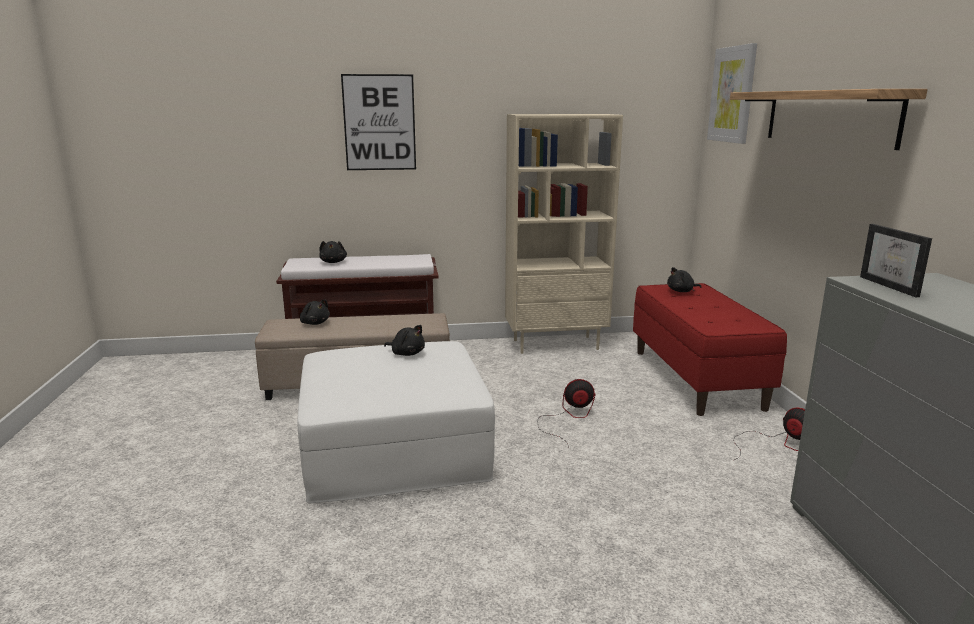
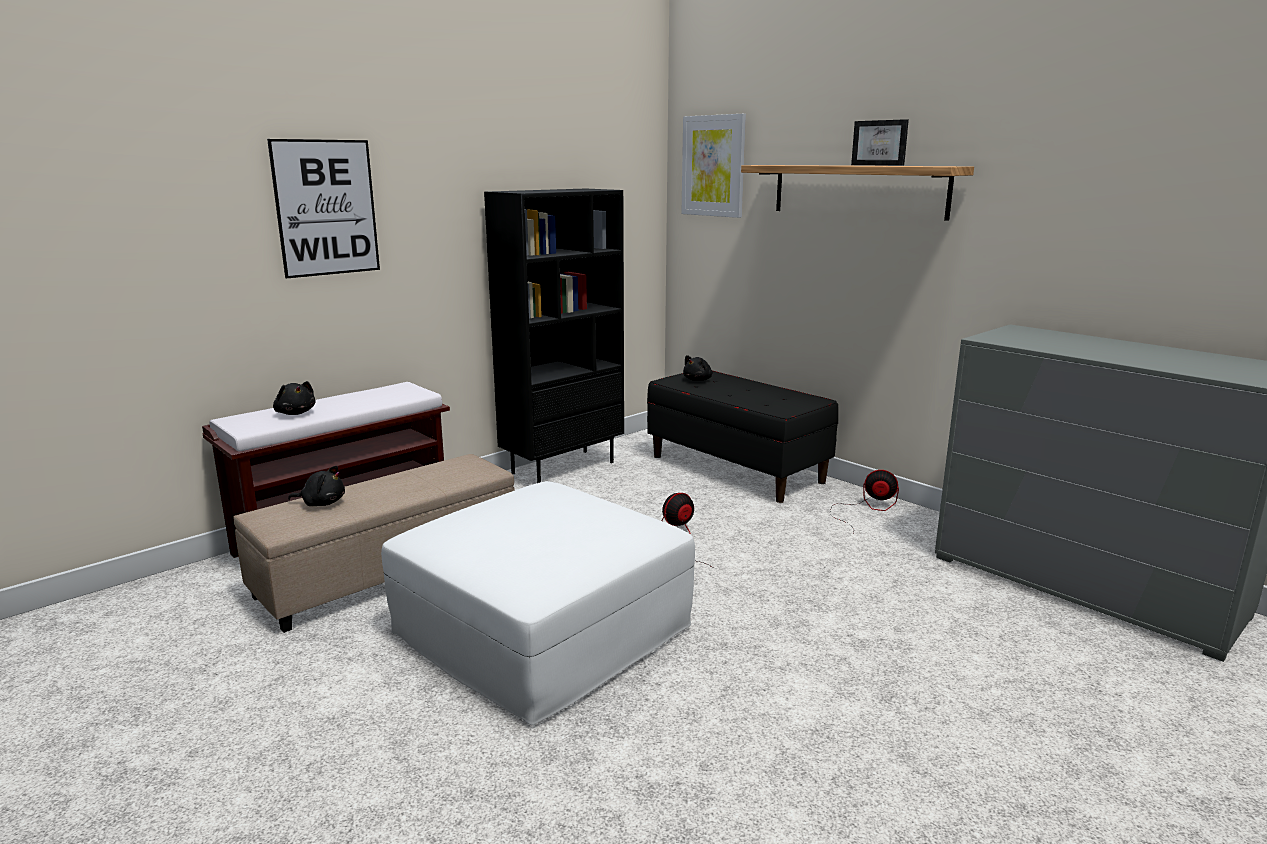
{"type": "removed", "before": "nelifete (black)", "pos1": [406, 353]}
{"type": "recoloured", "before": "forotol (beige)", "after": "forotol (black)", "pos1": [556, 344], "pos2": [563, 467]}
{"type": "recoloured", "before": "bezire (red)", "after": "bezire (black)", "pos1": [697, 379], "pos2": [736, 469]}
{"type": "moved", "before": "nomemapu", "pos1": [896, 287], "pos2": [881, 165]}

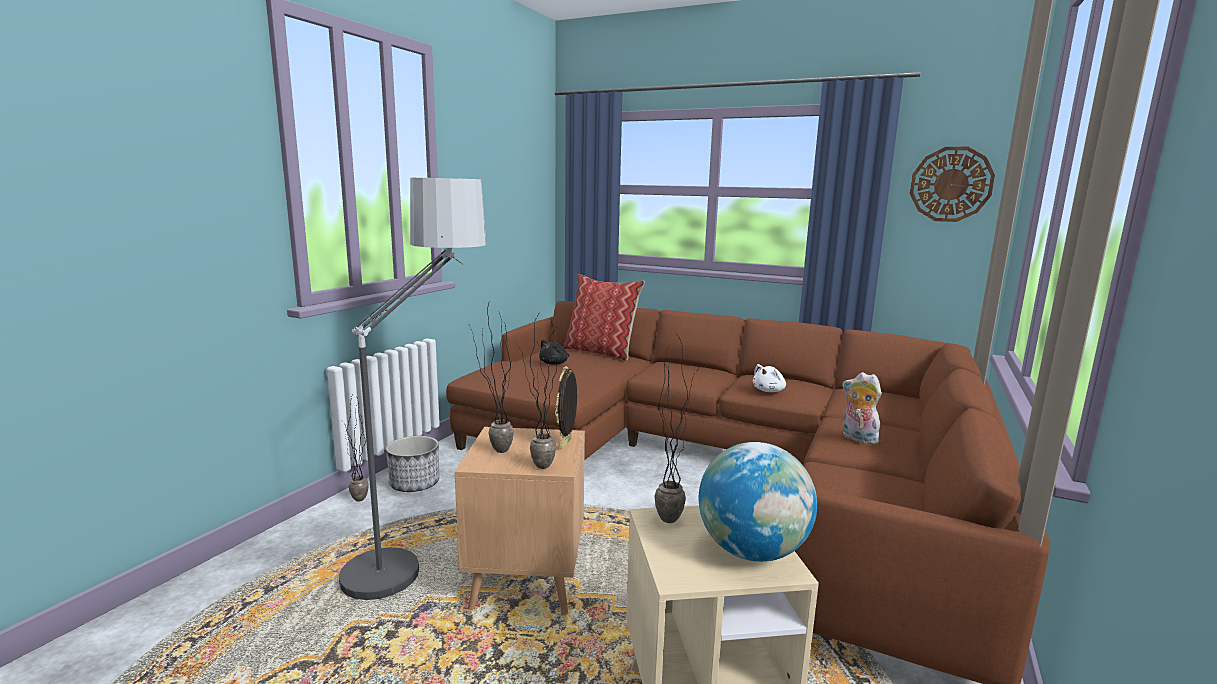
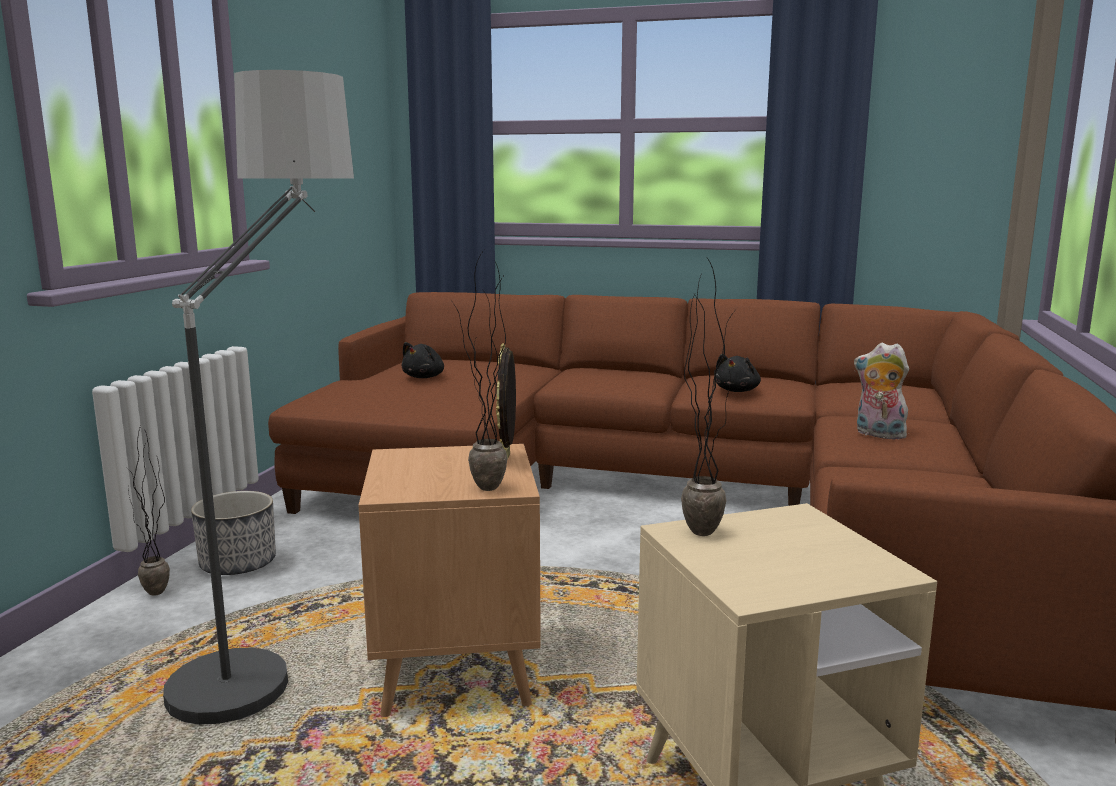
{"type": "removed", "before": "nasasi", "pos1": [494, 450]}
{"type": "removed", "before": "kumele", "pos1": [601, 352]}
{"type": "removed", "before": "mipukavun", "pos1": [752, 551]}
{"type": "recoloured", "before": "nelifete (white)", "after": "nelifete (black)", "pos1": [769, 391], "pos2": [737, 391]}
{"type": "removed", "before": "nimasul", "pos1": [951, 184]}

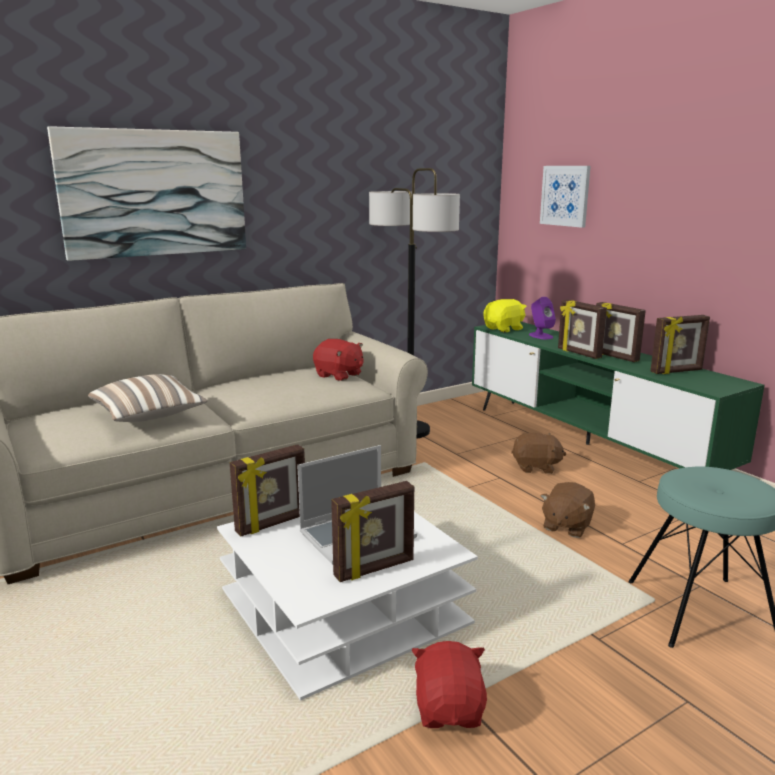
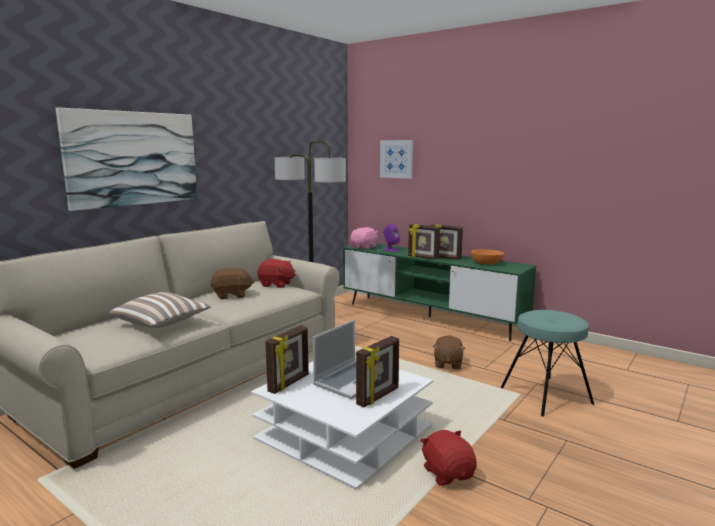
{"type": "recoloured", "before": "nelifete (yellow)", "after": "nelifete (pink)", "pos1": [504, 329], "pos2": [364, 247]}
{"type": "moved", "before": "nelifete (brown)", "pos1": [536, 467], "pos2": [232, 295]}
{"type": "replaced", "before": "nomemapu", "after": "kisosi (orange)", "pos1": [677, 371], "pos2": [486, 262]}

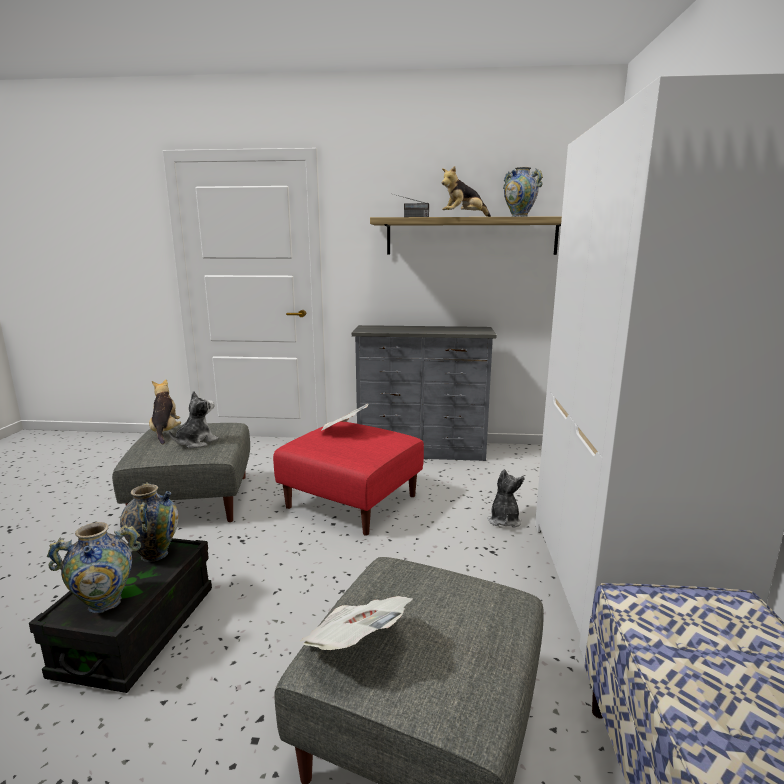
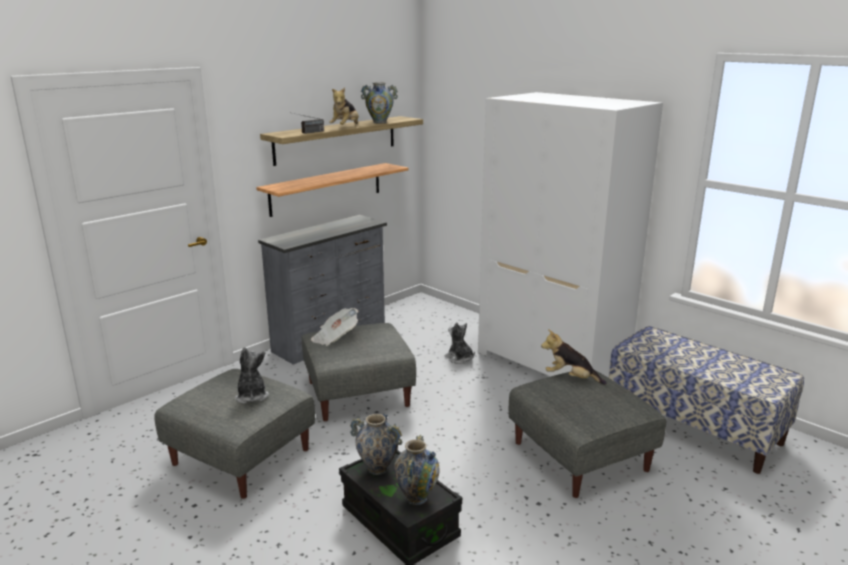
{"type": "moved", "before": "nelifete", "pos1": [165, 432], "pos2": [570, 378]}
{"type": "recoloured", "before": "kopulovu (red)", "after": "kopulovu (grey)", "pos1": [352, 501], "pos2": [358, 393]}
{"type": "removed", "before": "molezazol", "pos1": [356, 644]}
{"type": "added", "after": "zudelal", "pos2": [326, 189]}

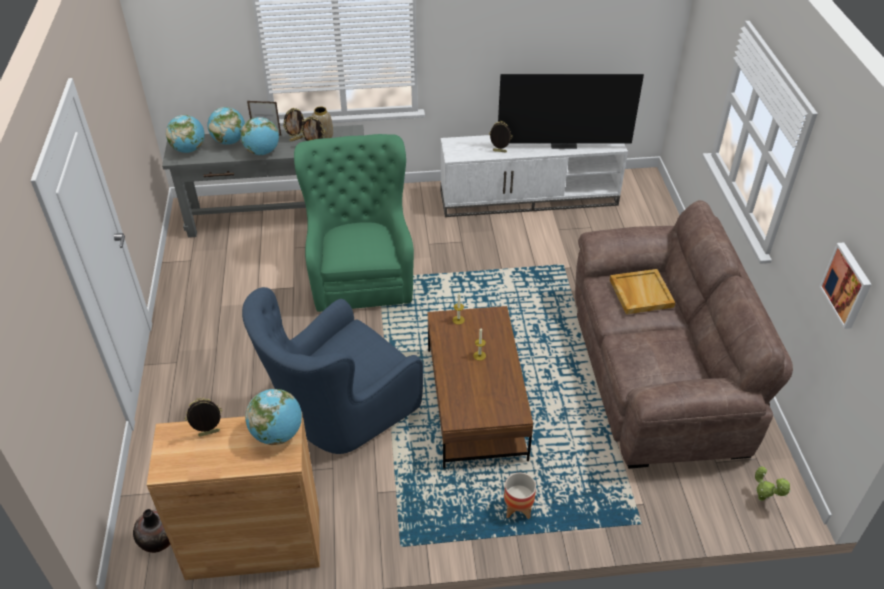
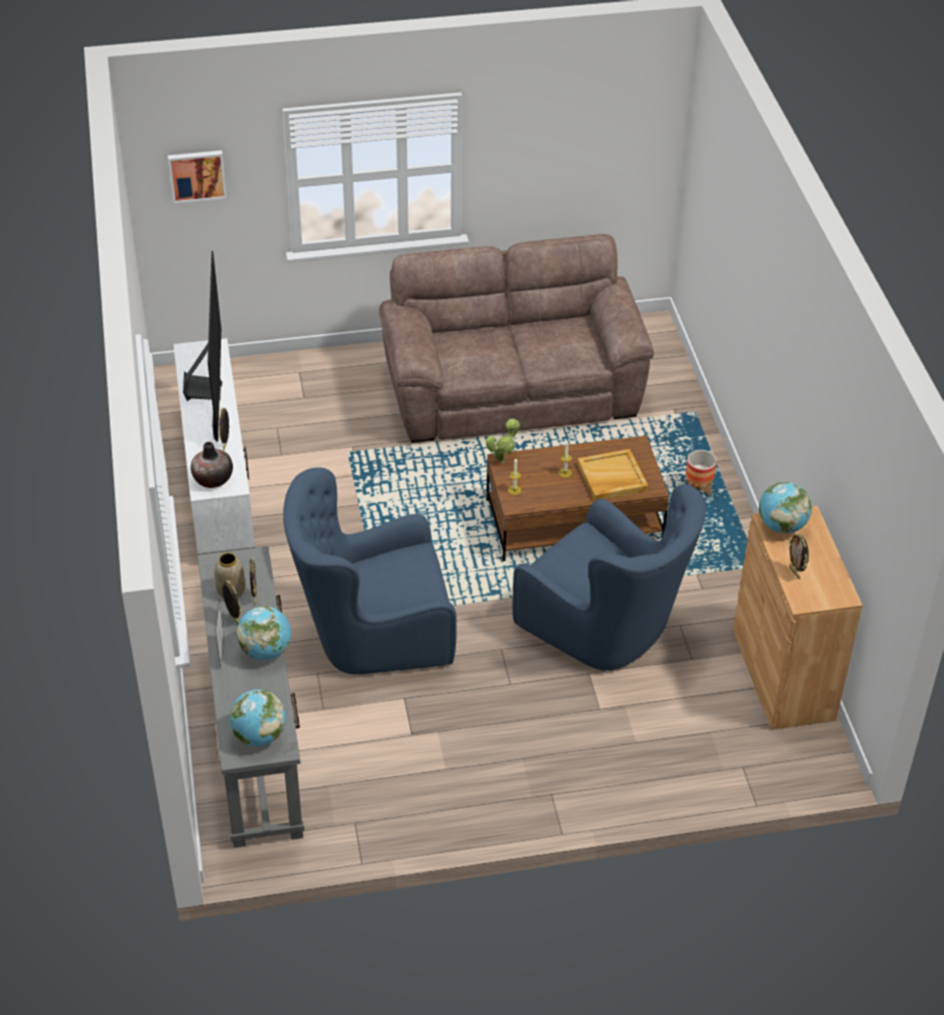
{"type": "moved", "before": "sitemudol", "pos1": [159, 539], "pos2": [213, 479]}
{"type": "removed", "before": "mipukavun", "pos1": [229, 141]}
{"type": "recoloured", "before": "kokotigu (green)", "after": "kokotigu (blue)", "pos1": [360, 272], "pos2": [371, 634]}
{"type": "moved", "before": "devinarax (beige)", "pos1": [640, 293], "pos2": [611, 478]}
{"type": "moved", "before": "nasasi", "pos1": [763, 500], "pos2": [503, 459]}
{"type": "moved", "before": "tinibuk", "pos1": [847, 285], "pos2": [197, 175]}

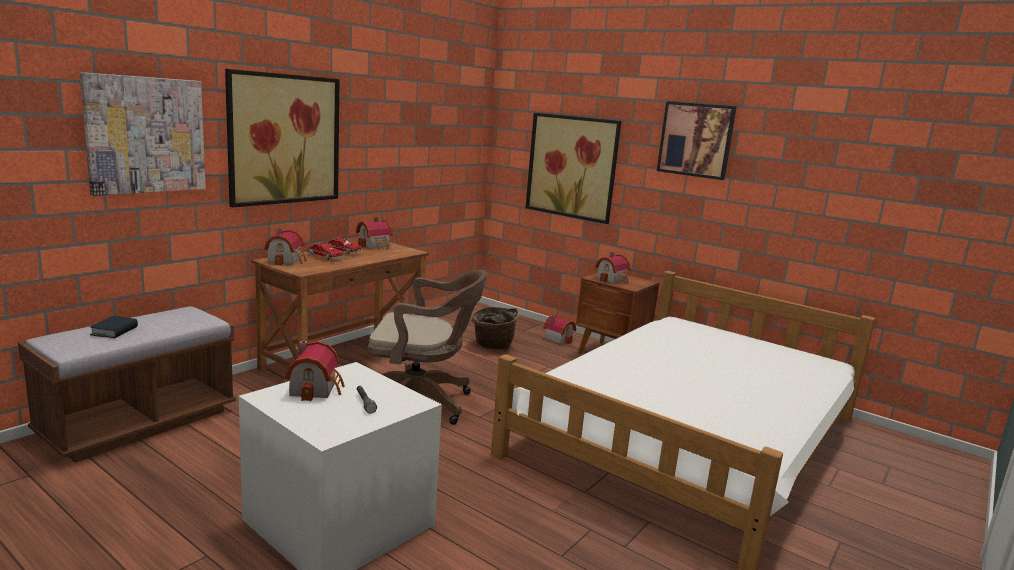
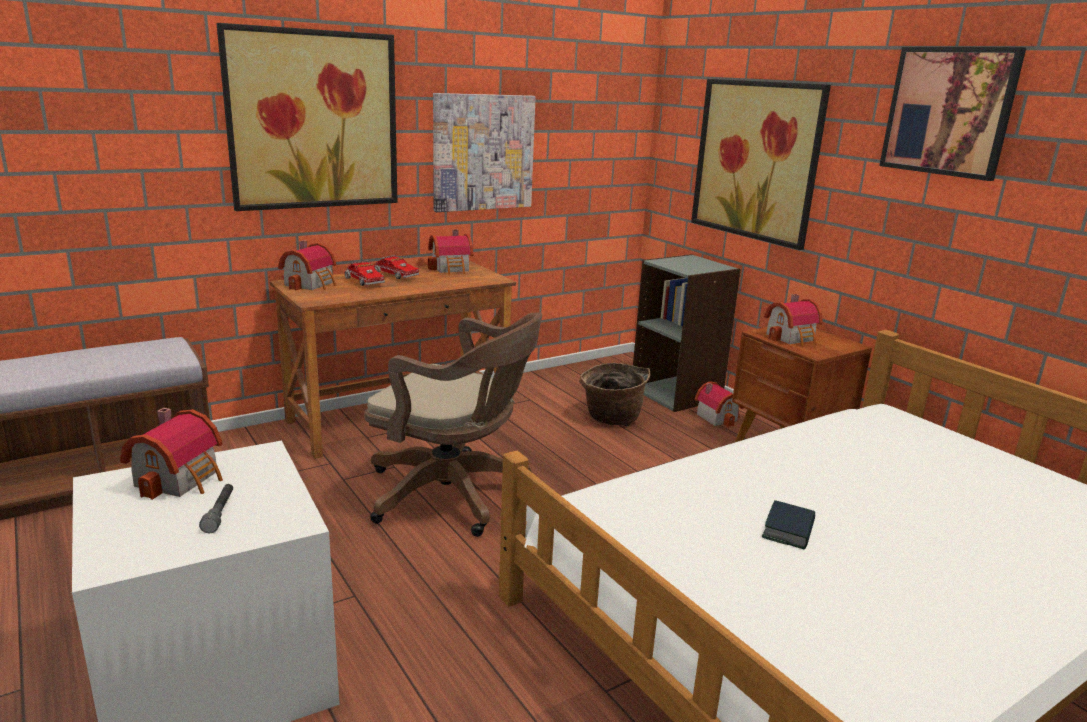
{"type": "moved", "before": "tinibuk", "pos1": [146, 135], "pos2": [483, 152]}
{"type": "moved", "before": "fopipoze", "pos1": [114, 331], "pos2": [788, 530]}
{"type": "added", "after": "forotol (grey)", "pos2": [677, 393]}

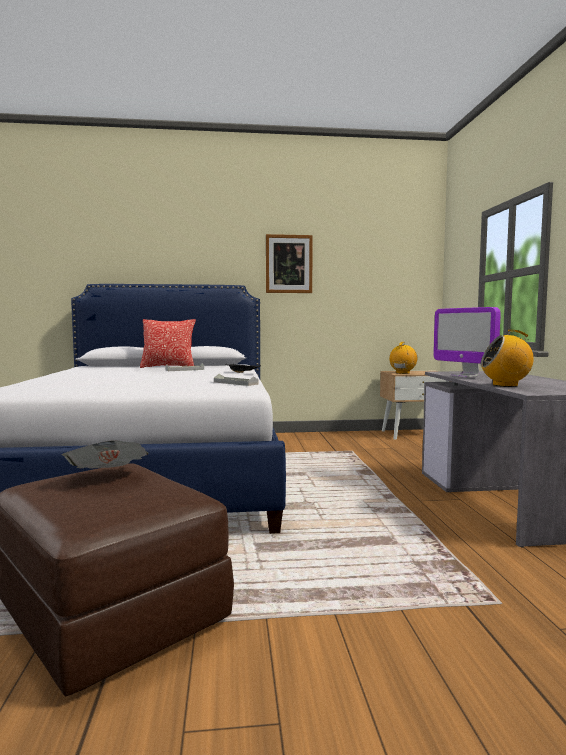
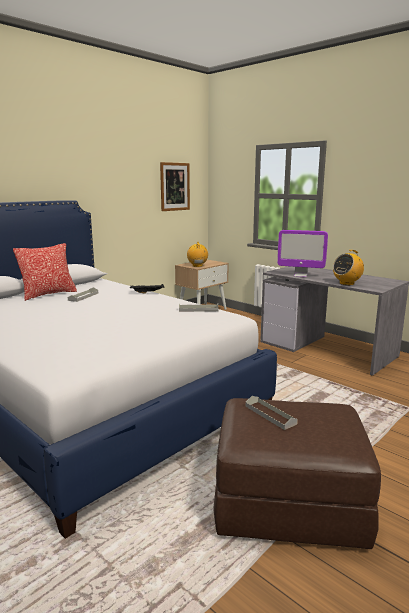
{"type": "replaced", "before": "molezazol", "after": "devinarax (grey)", "pos1": [108, 478], "pos2": [270, 415]}
{"type": "moved", "before": "tinibuk", "pos1": [289, 264], "pos2": [175, 186]}

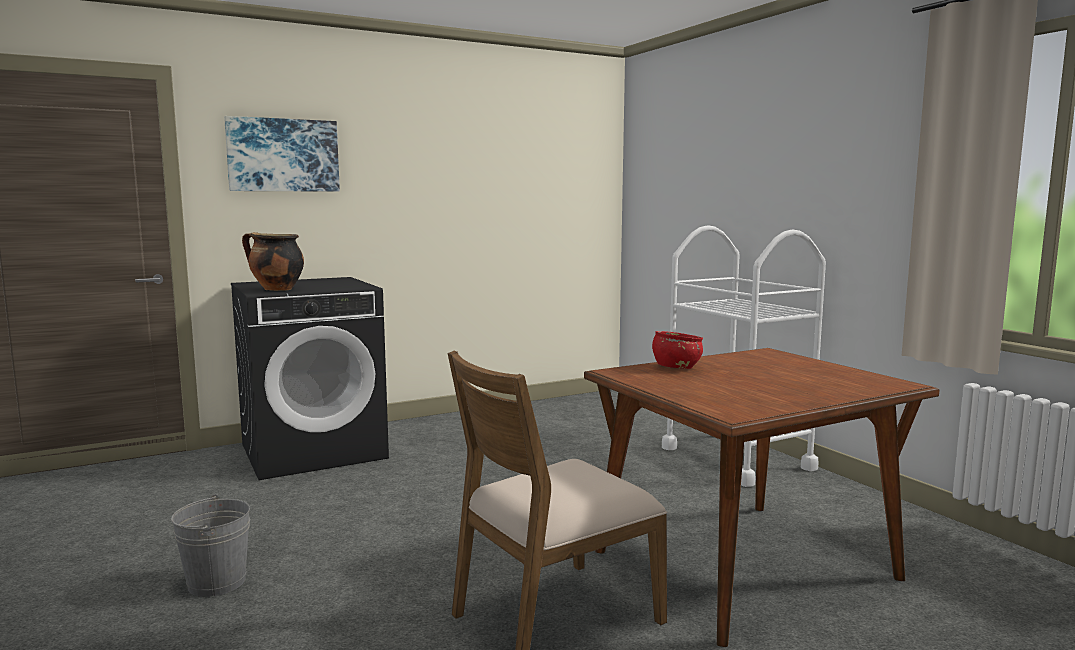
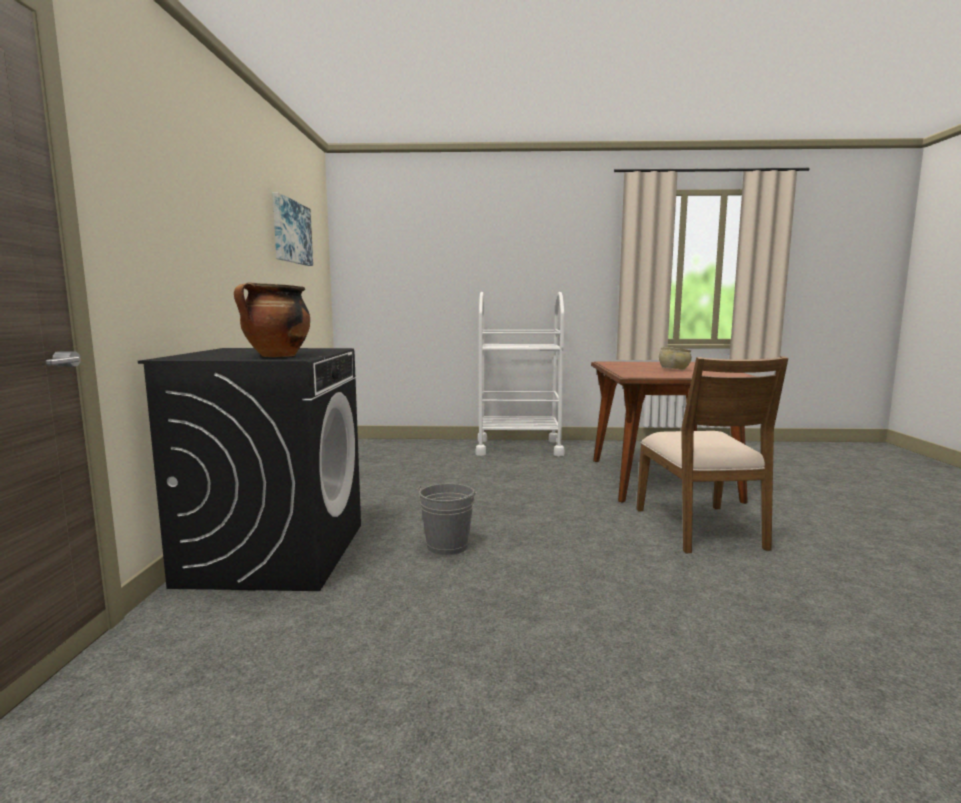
{"type": "moved", "before": "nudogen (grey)", "pos1": [217, 582], "pos2": [447, 546]}
{"type": "moved", "before": "tinibuk", "pos1": [283, 155], "pos2": [291, 232]}
{"type": "removed", "before": "kisosi (red)", "pos1": [676, 367]}
{"type": "added", "after": "kisosi (beige)", "pos2": [674, 370]}

